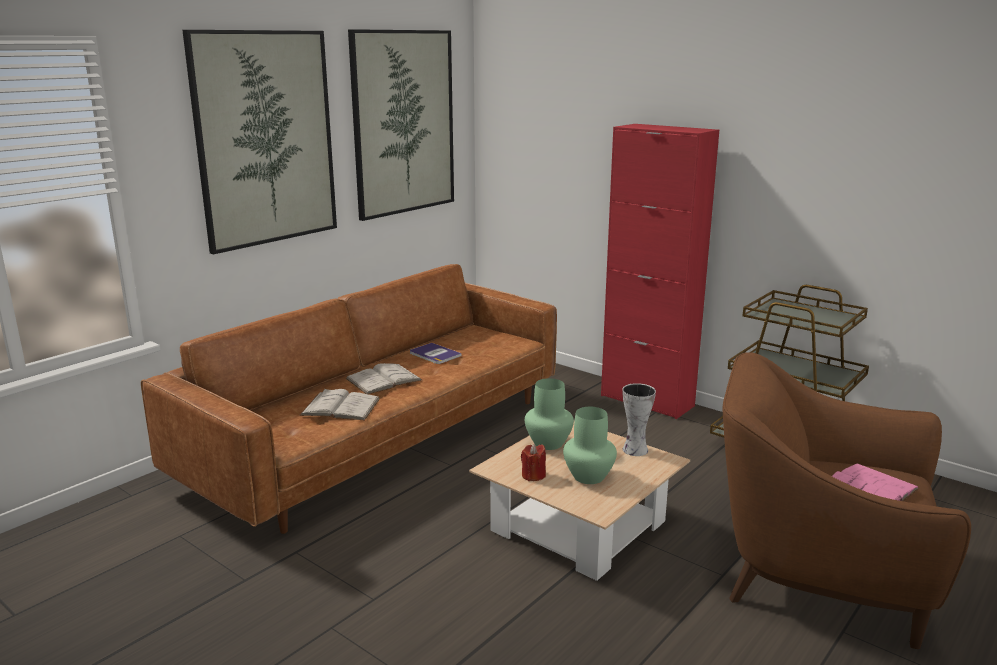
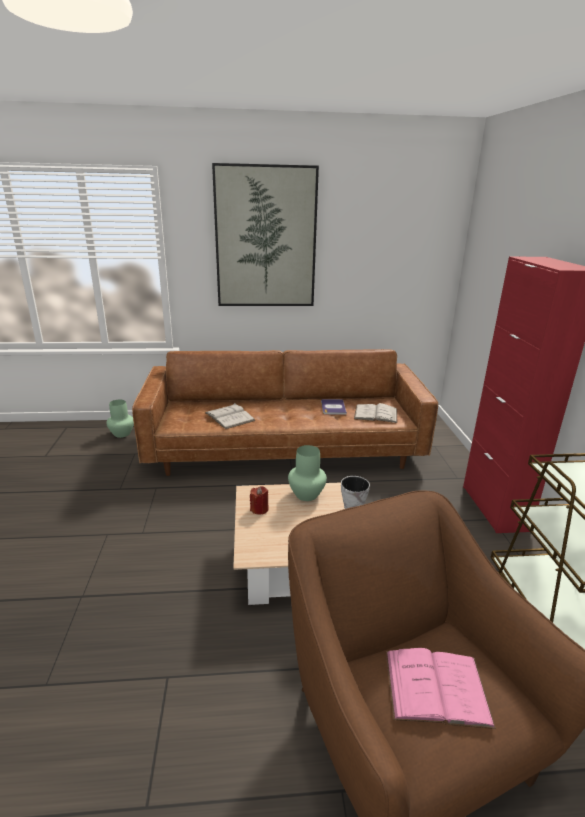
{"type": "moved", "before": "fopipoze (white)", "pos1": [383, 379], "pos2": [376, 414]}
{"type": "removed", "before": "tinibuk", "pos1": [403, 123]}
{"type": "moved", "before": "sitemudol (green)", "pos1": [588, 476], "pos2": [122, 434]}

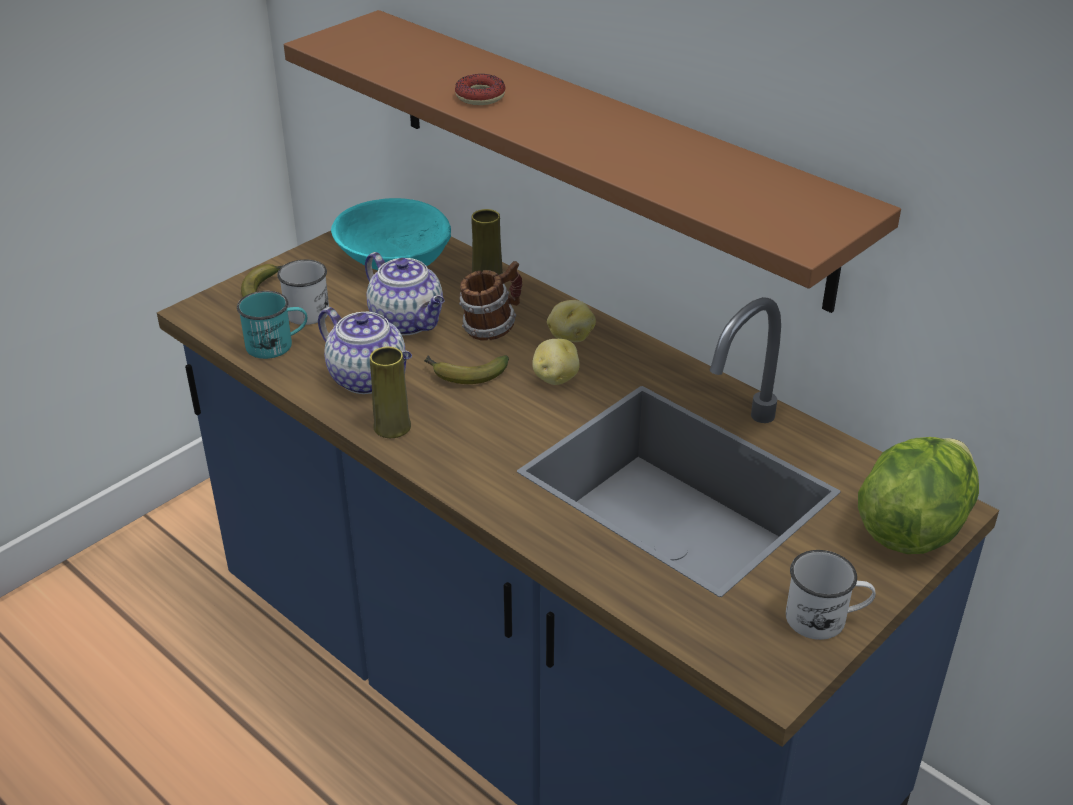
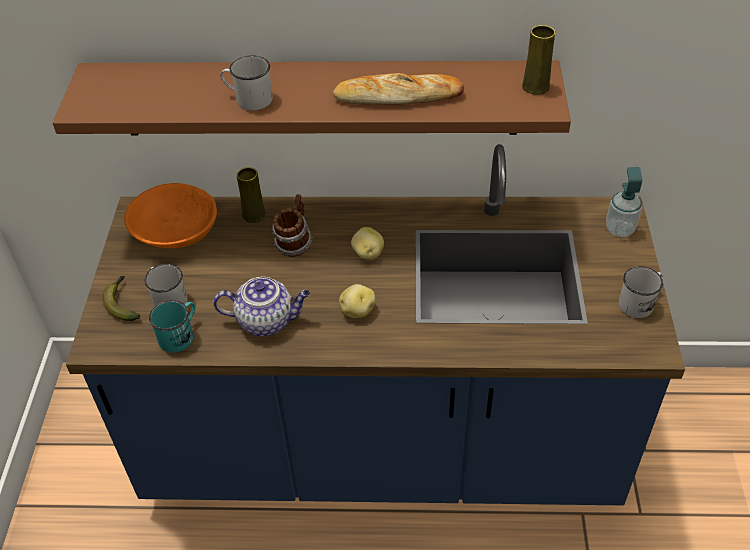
{"type": "recoloured", "before": "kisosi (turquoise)", "after": "kisosi (orange)", "pos1": [393, 257], "pos2": [175, 231]}
{"type": "removed", "before": "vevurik", "pos1": [408, 322]}
{"type": "moved", "before": "sitemudol (yellow)", "pos1": [392, 427], "pos2": [535, 87]}
{"type": "removed", "before": "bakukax", "pos1": [464, 374]}
{"type": "replaced", "before": "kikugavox", "after": "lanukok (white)", "pos1": [480, 96], "pos2": [248, 99]}
{"type": "moved", "before": "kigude", "pos1": [570, 337], "pos2": [357, 310]}
{"type": "replaced", "before": "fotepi", "after": "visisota", "pos1": [913, 526], "pos2": [620, 229]}
{"type": "added", "after": "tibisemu", "pos2": [398, 96]}

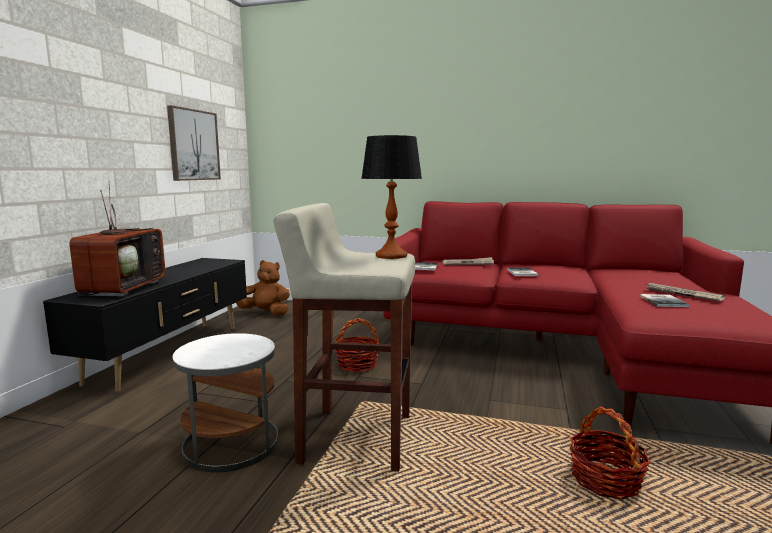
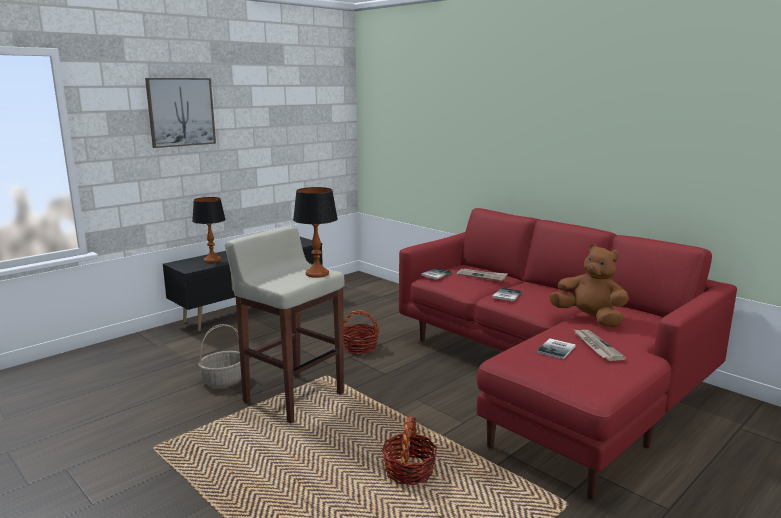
{"type": "replaced", "before": "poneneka", "after": "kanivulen", "pos1": [123, 288], "pos2": [212, 260]}
{"type": "moved", "before": "tinibuk", "pos1": [193, 145], "pos2": [181, 112]}
{"type": "replaced", "before": "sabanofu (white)", "after": "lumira", "pos1": [231, 444], "pos2": [224, 380]}
{"type": "moved", "before": "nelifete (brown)", "pos1": [266, 313], "pos2": [589, 319]}

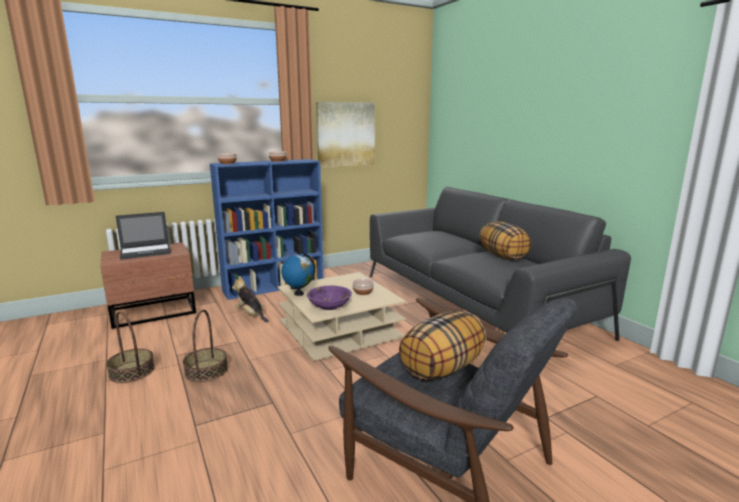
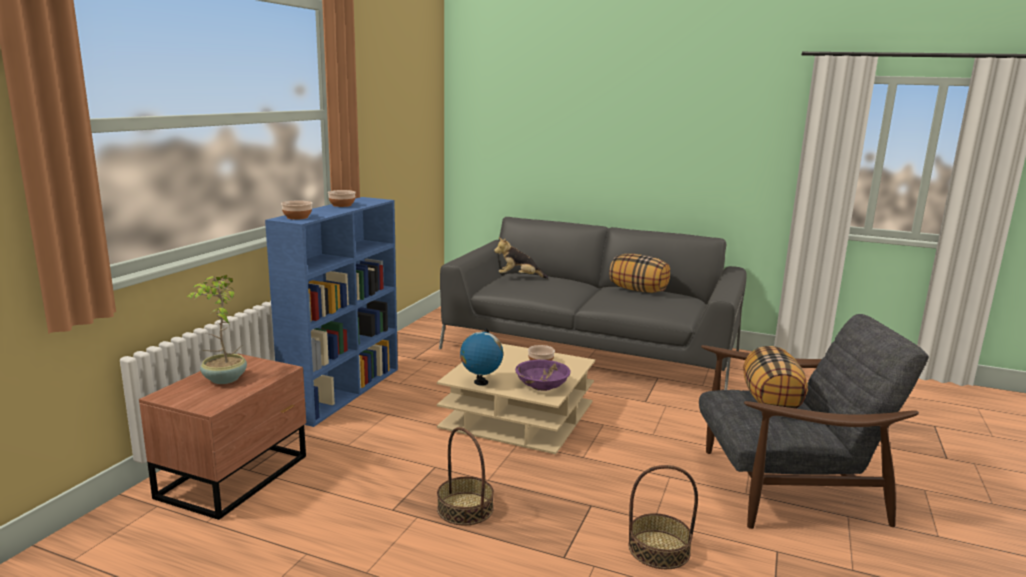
{"type": "moved", "before": "lumira", "pos1": [132, 371], "pos2": [659, 549]}
{"type": "replaced", "before": "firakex", "after": "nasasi", "pos1": [146, 251], "pos2": [223, 379]}
{"type": "moved", "before": "nelifete", "pos1": [251, 315], "pos2": [519, 277]}
{"type": "removed", "before": "tinibuk", "pos1": [345, 134]}

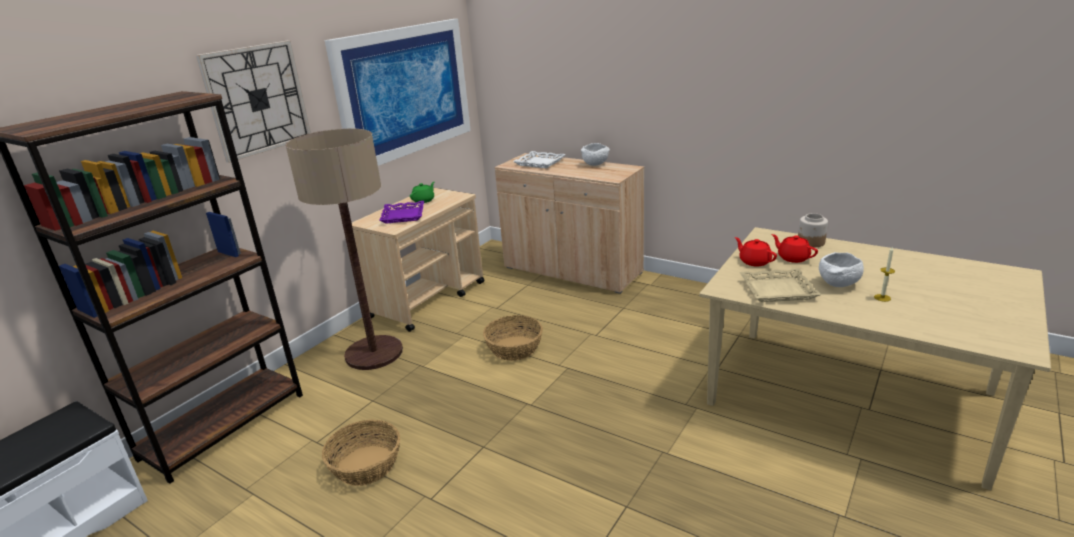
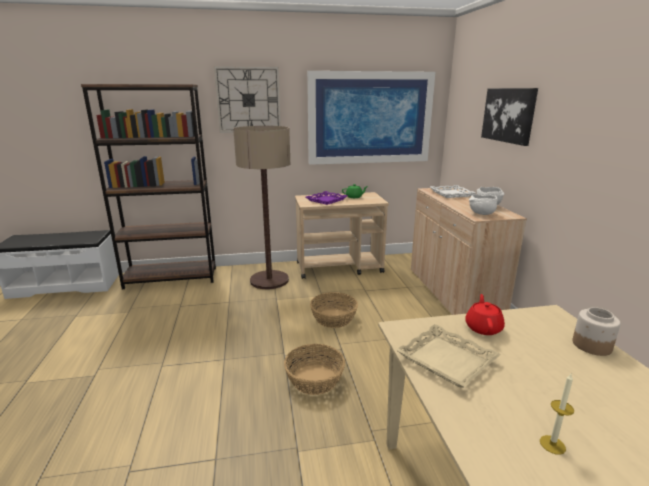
{"type": "moved", "before": "lumira", "pos1": [366, 465], "pos2": [315, 379]}
{"type": "removed", "before": "vevurik (red)", "pos1": [793, 258]}
{"type": "moved", "before": "kisosi (white)", "pos1": [838, 285], "pos2": [481, 214]}
{"type": "added", "after": "tinibuk", "pos2": [508, 115]}

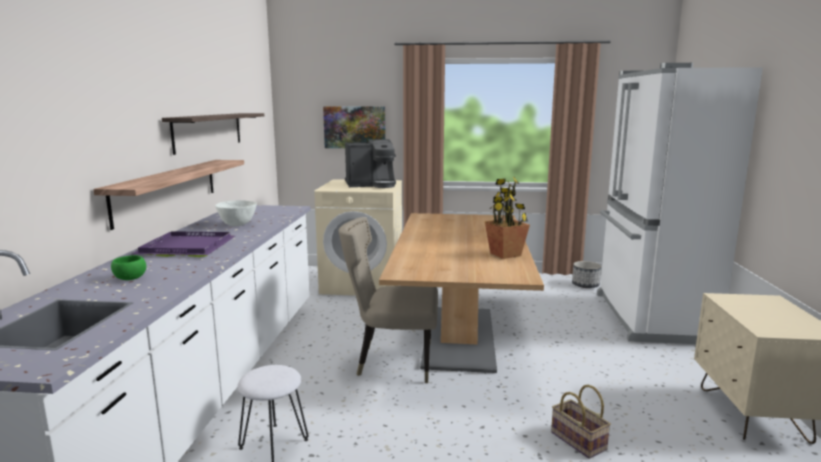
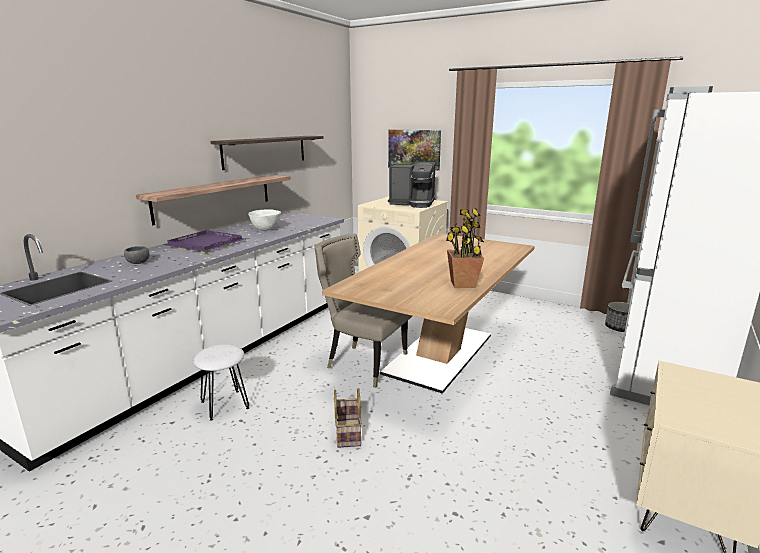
{"type": "recoloured", "before": "kisosi (green)", "after": "kisosi (grey)", "pos1": [129, 278], "pos2": [137, 263]}
{"type": "moved", "before": "lumira", "pos1": [576, 440], "pos2": [347, 432]}

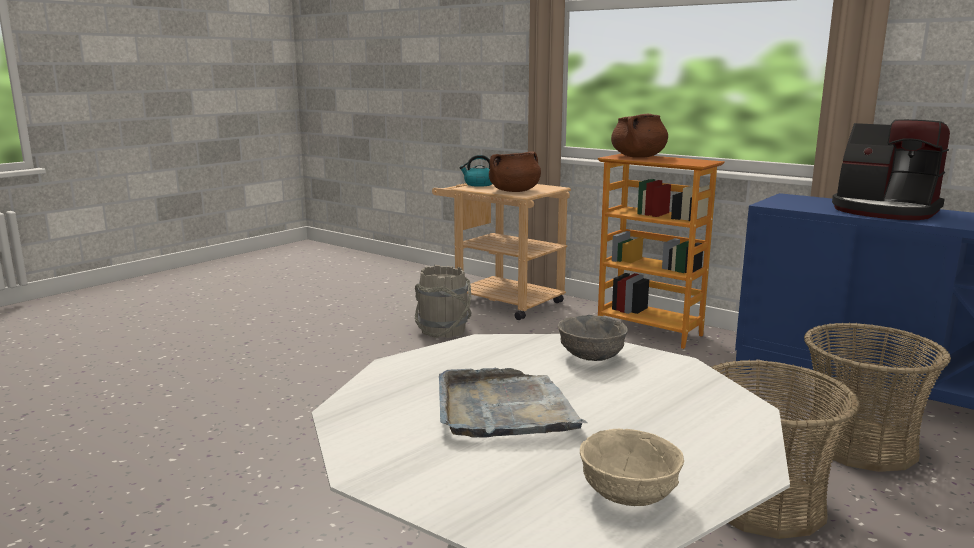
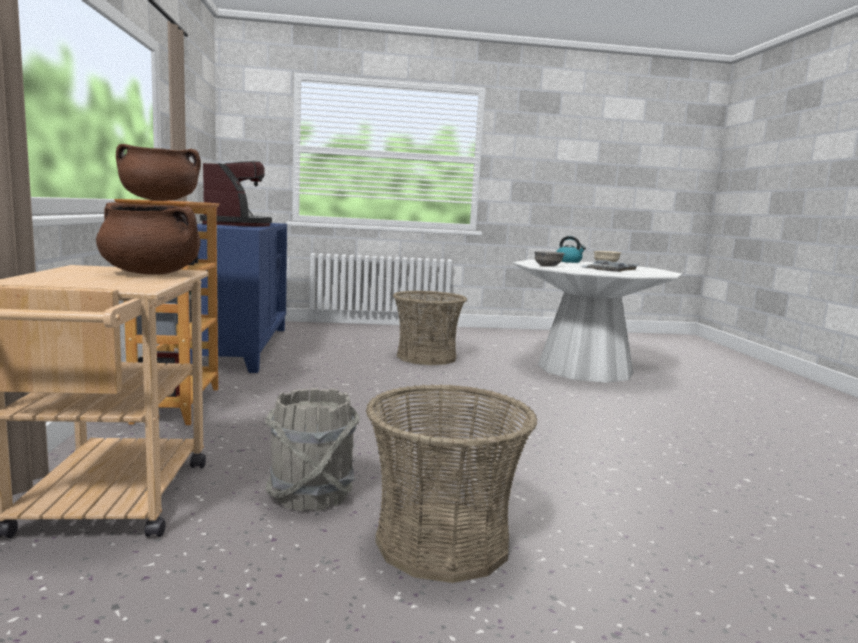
{"type": "moved", "before": "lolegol", "pos1": [478, 184], "pos2": [568, 261]}
{"type": "moved", "before": "lumira", "pos1": [860, 445], "pos2": [443, 541]}

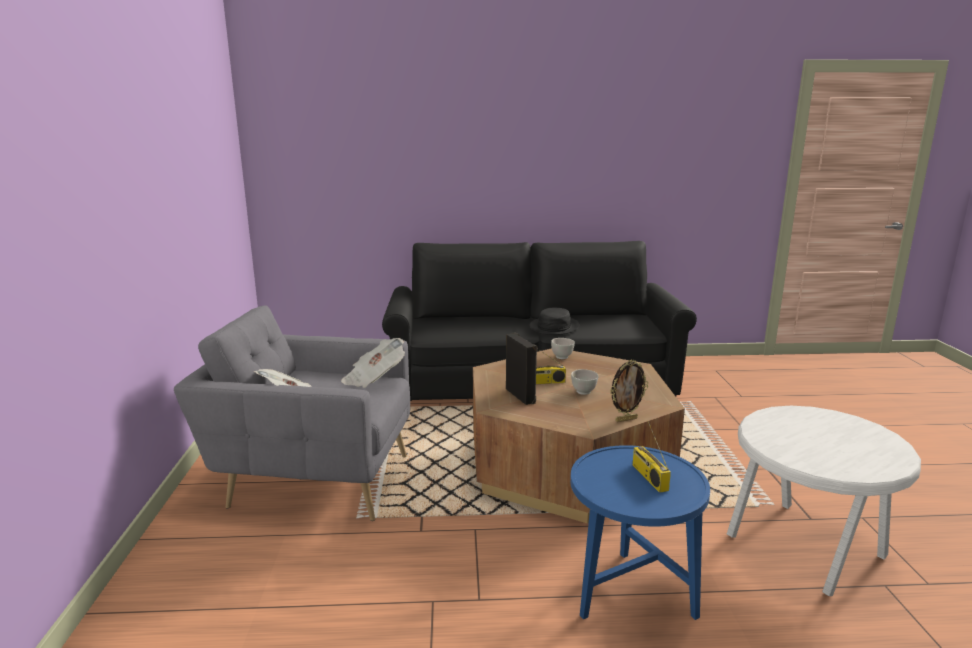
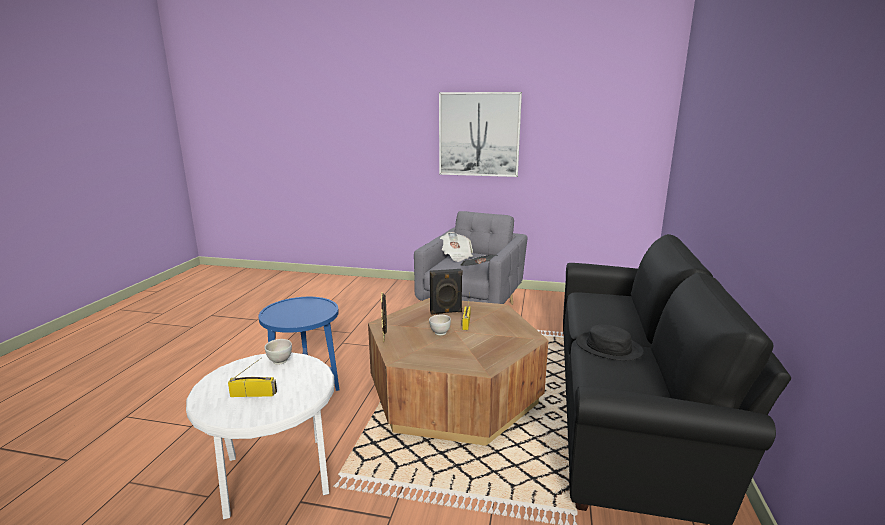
{"type": "moved", "before": "kisosi (white)", "pos1": [562, 357], "pos2": [280, 361]}
{"type": "moved", "before": "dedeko", "pos1": [648, 477], "pos2": [254, 394]}
{"type": "added", "after": "tinibuk", "pos2": [479, 134]}

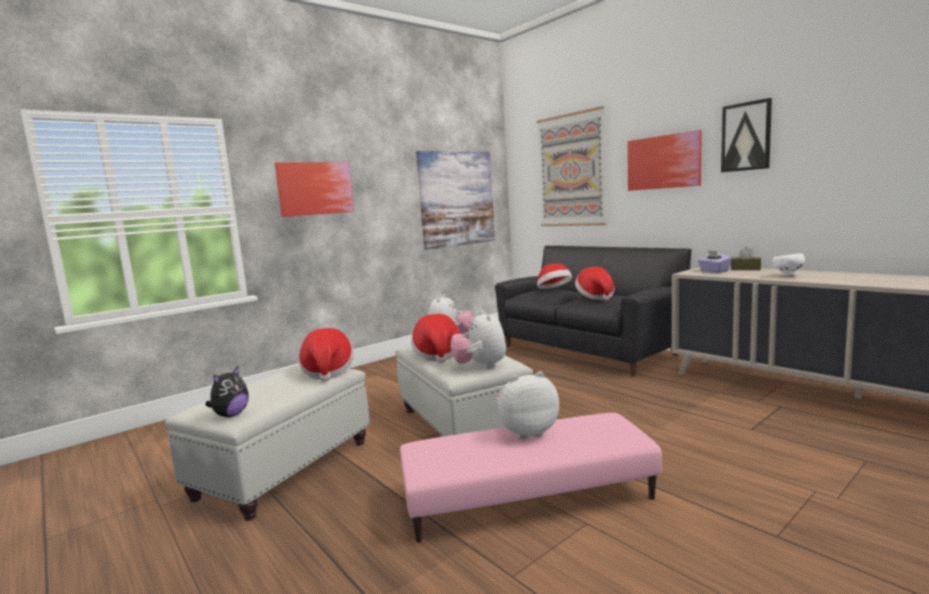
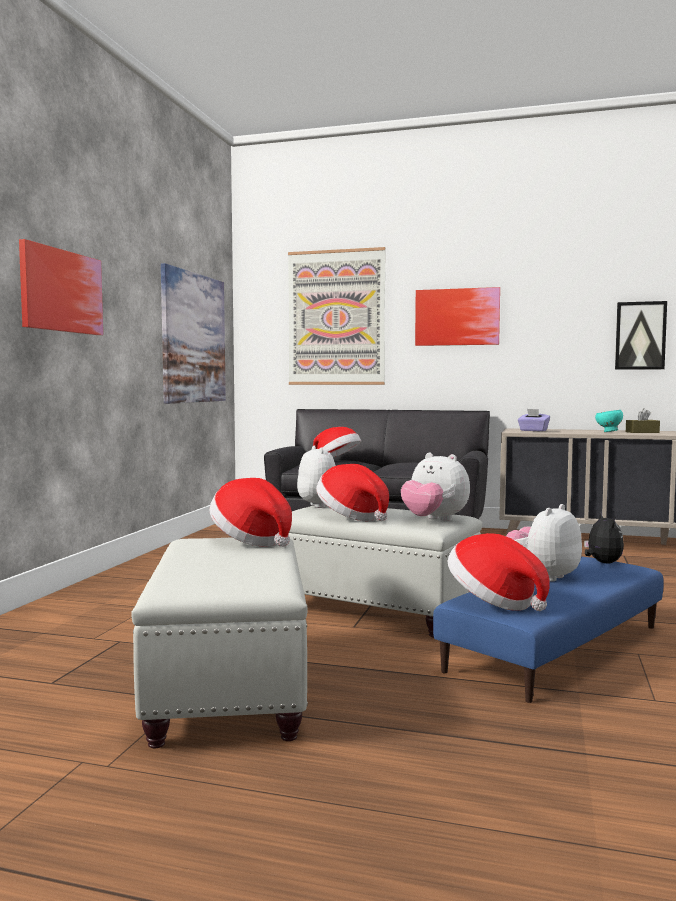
{"type": "moved", "before": "nelifete", "pos1": [231, 415], "pos2": [602, 563]}
{"type": "recoloured", "before": "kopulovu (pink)", "after": "kopulovu (blue)", "pos1": [527, 497], "pos2": [557, 648]}
{"type": "moved", "before": "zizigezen", "pos1": [595, 297], "pos2": [494, 601]}
{"type": "moved", "before": "tinibuk", "pos1": [746, 136], "pos2": [640, 335]}
{"type": "moved", "before": "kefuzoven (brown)", "pos1": [745, 269], "pos2": [642, 432]}
{"type": "recoloured", "before": "kisosi (white)", "after": "kisosi (turquoise)", "pos1": [787, 276], "pos2": [608, 432]}

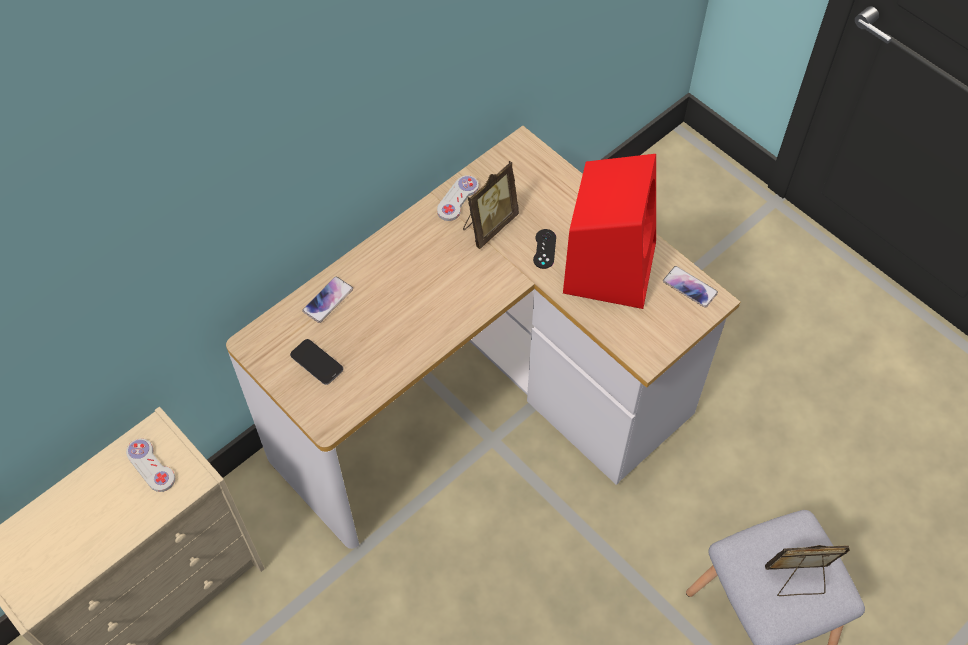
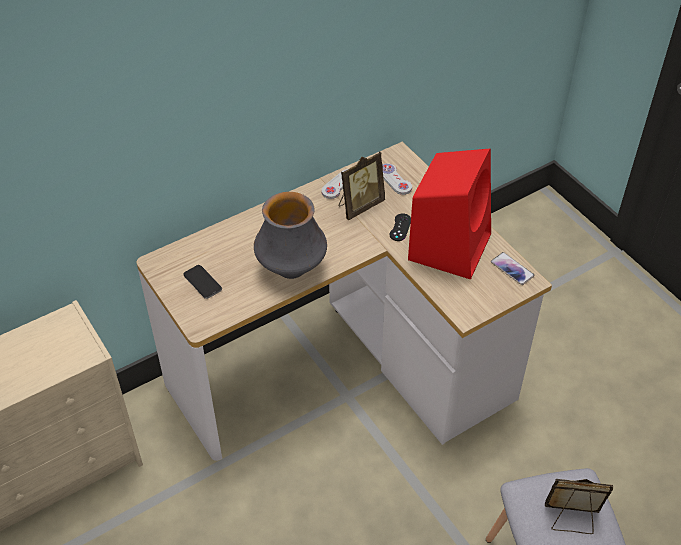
{"type": "moved", "before": "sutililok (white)", "pos1": [151, 466], "pos2": [395, 180]}
{"type": "removed", "before": "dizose", "pos1": [328, 300]}
{"type": "added", "after": "sitemudol", "pos2": [291, 269]}

